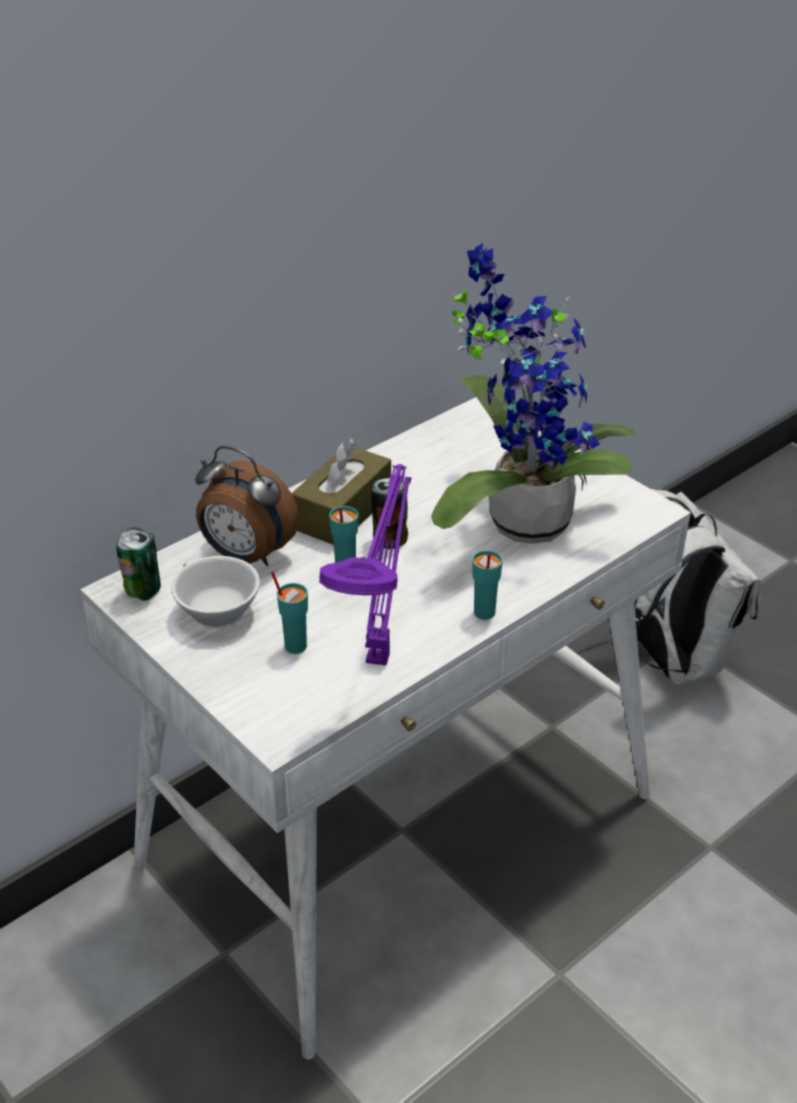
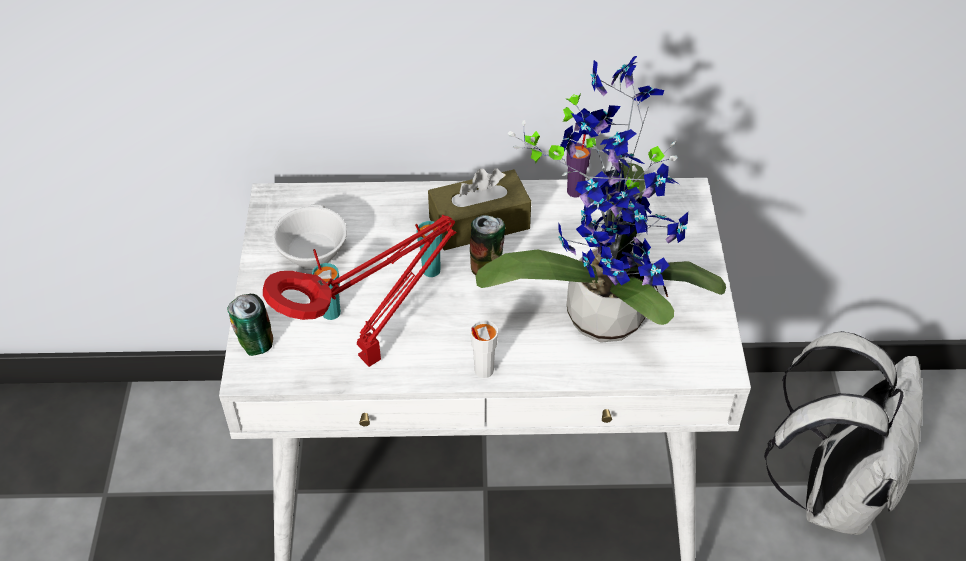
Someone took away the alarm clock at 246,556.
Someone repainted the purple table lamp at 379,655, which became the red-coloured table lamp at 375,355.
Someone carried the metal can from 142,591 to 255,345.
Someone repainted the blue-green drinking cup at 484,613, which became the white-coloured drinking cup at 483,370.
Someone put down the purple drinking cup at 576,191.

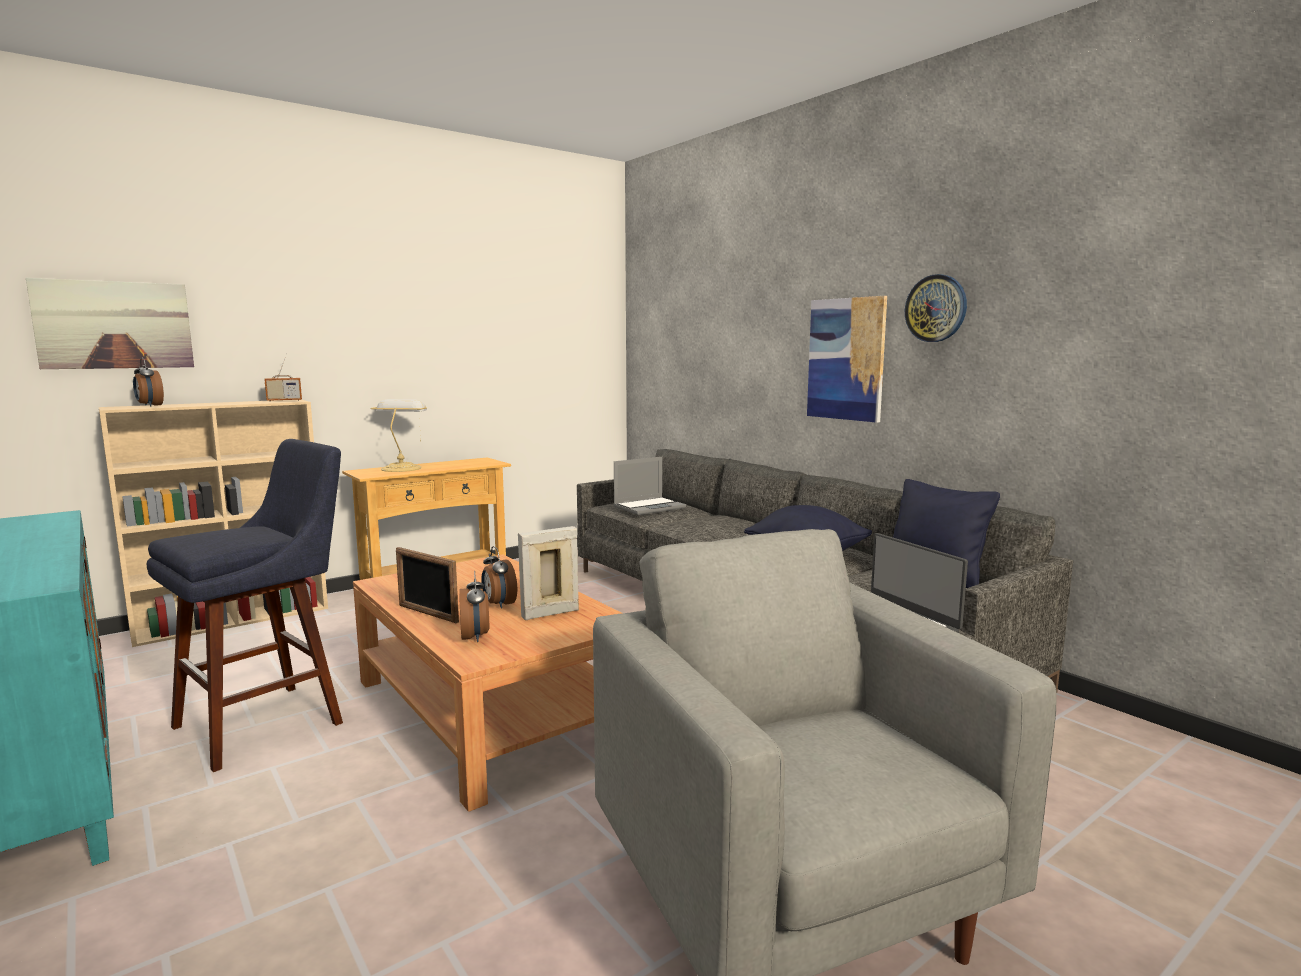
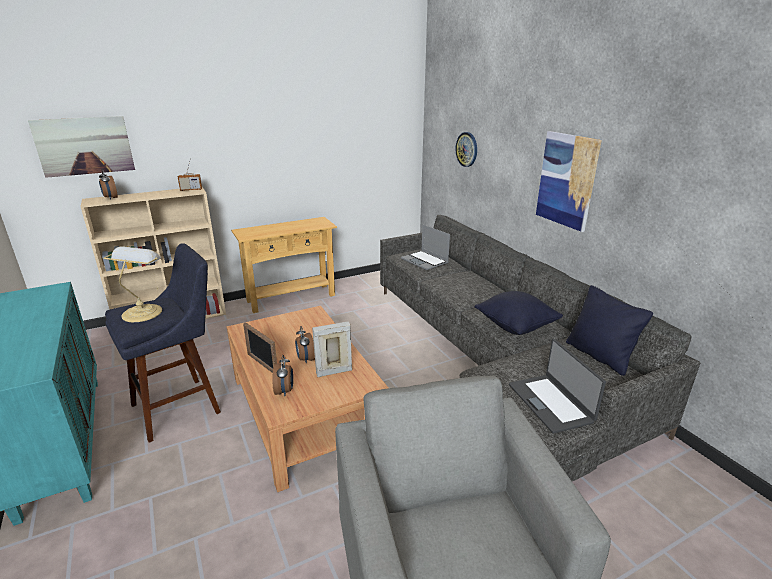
Someone carried the wall clock from 936,308 to 467,149.
Someone carried the table lamp from 402,468 to 143,312.
Someone rotated the notebook computer at 649,507 by 75 degrees clockwise.

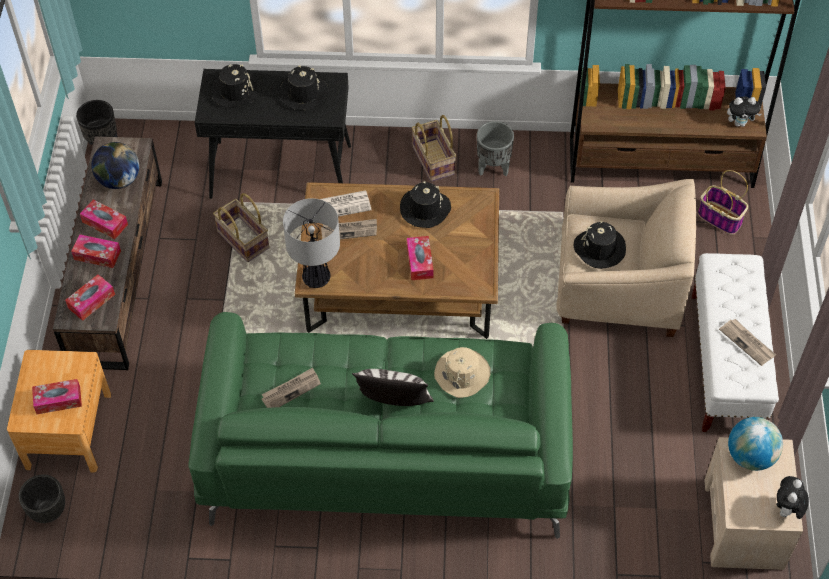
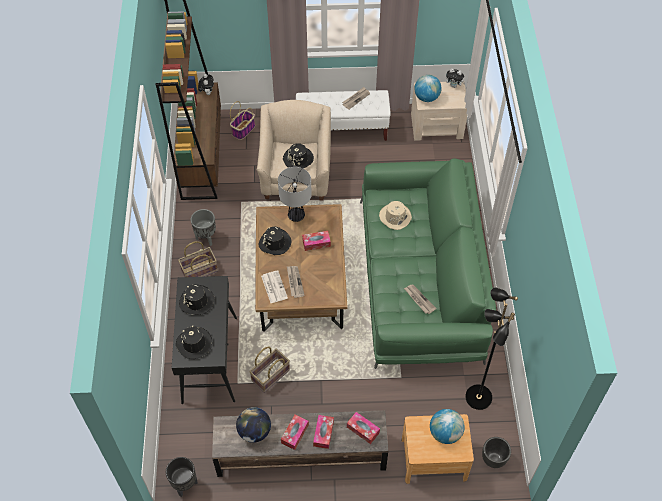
Someone carried the table lamp from 317,278 to 296,216.
Someone took away the throw pillow at 394,403.
Someone swapped the box of tissues at 58,400 for the world globe at 445,433.
Someone put down the black standard lamp at 477,397.

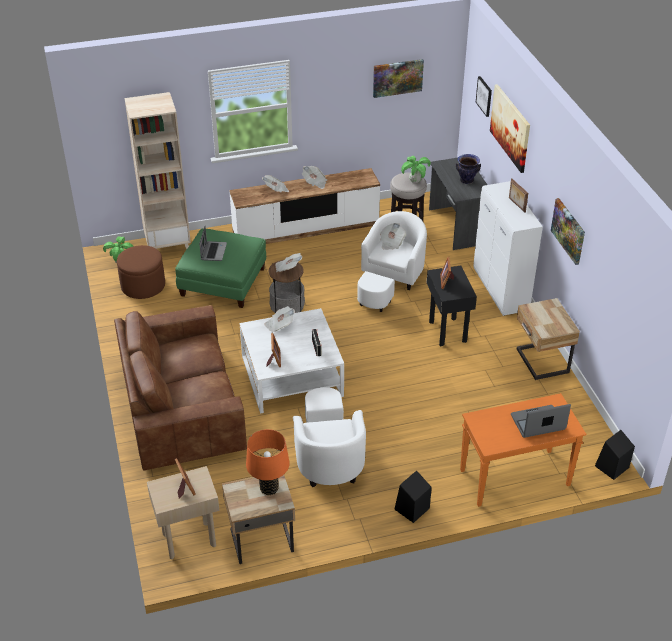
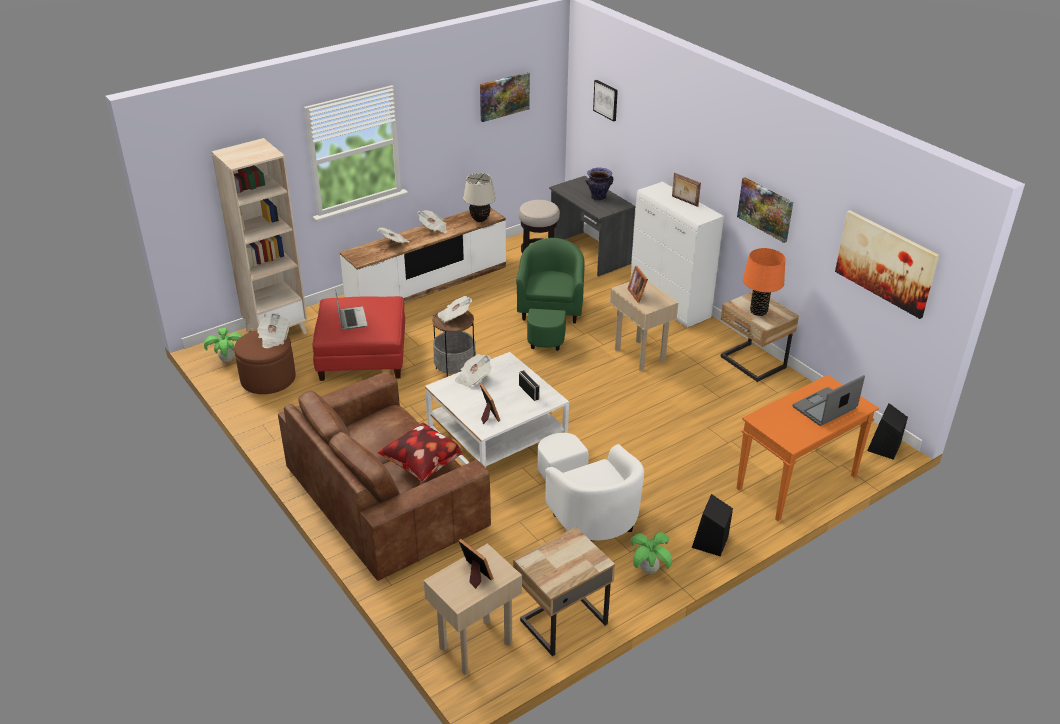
Someone carried the wall art from 510,127 to 885,263.
Someone carried the potted plant from 415,181 to 649,570.
Someone repainted the white-coloured armchair at 390,280, which became the green-coloured armchair at 549,317.
Someone carried the printed paper from 391,243 to 273,338.
Someone repainted the green-coloured pouffe at 223,281, which became the red-coloured pouffe at 362,356.
Someone repainted the black accent table at 447,331, which became the sand-coloured accent table at 639,355.
Someone carried the orange-coloured table lamp from 269,489 to 758,311.
Someone put down the sand-coloured table lamp at 480,220.
Someone put down the throw pillow at 422,467.

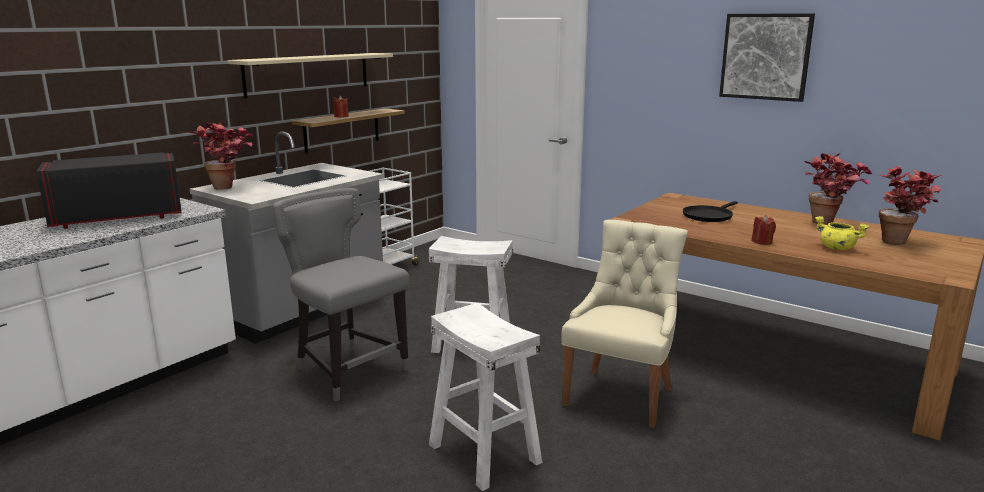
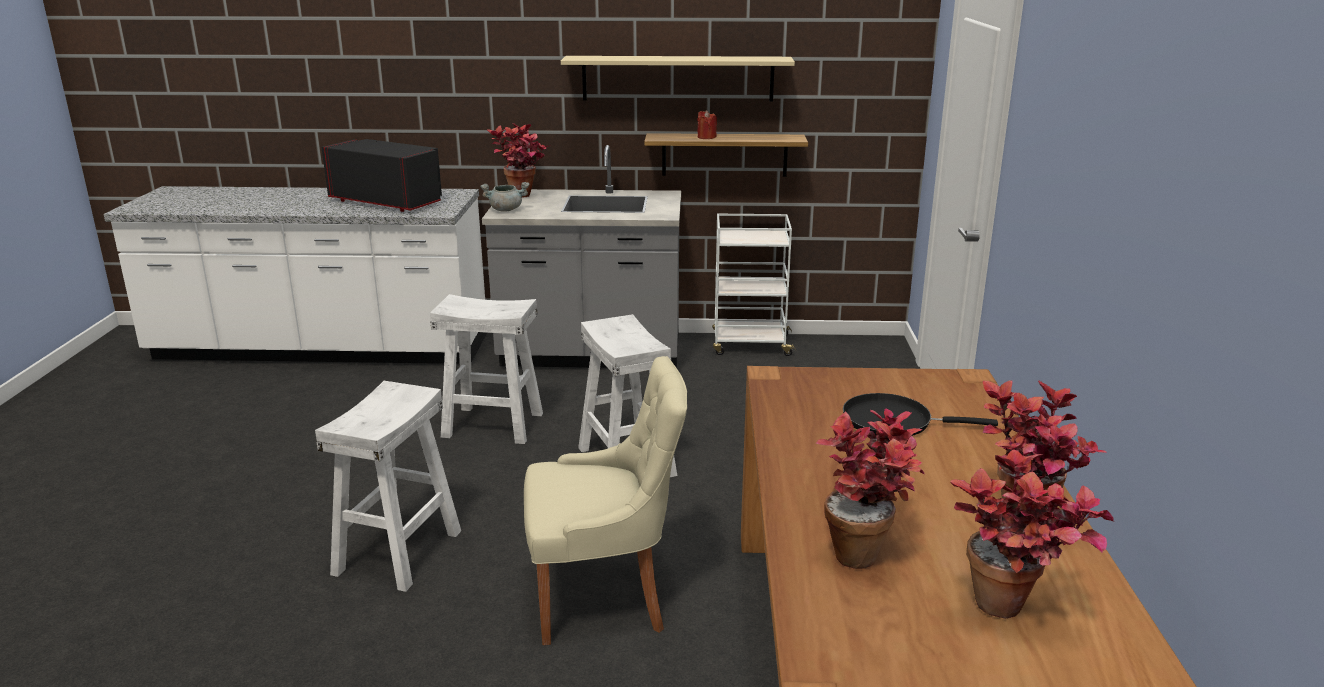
Someone took away the wall art at 765,56.
Someone swapped the greyish chair at 348,370 for the white-coloured stool seat at 493,424.
Someone took away the red-coloured wax candle at 762,242.
Someone swapped the yellow-coloured stockpot at 836,248 for the potted plant at 865,551.
Someone put down the greyish stockpot at 506,210.

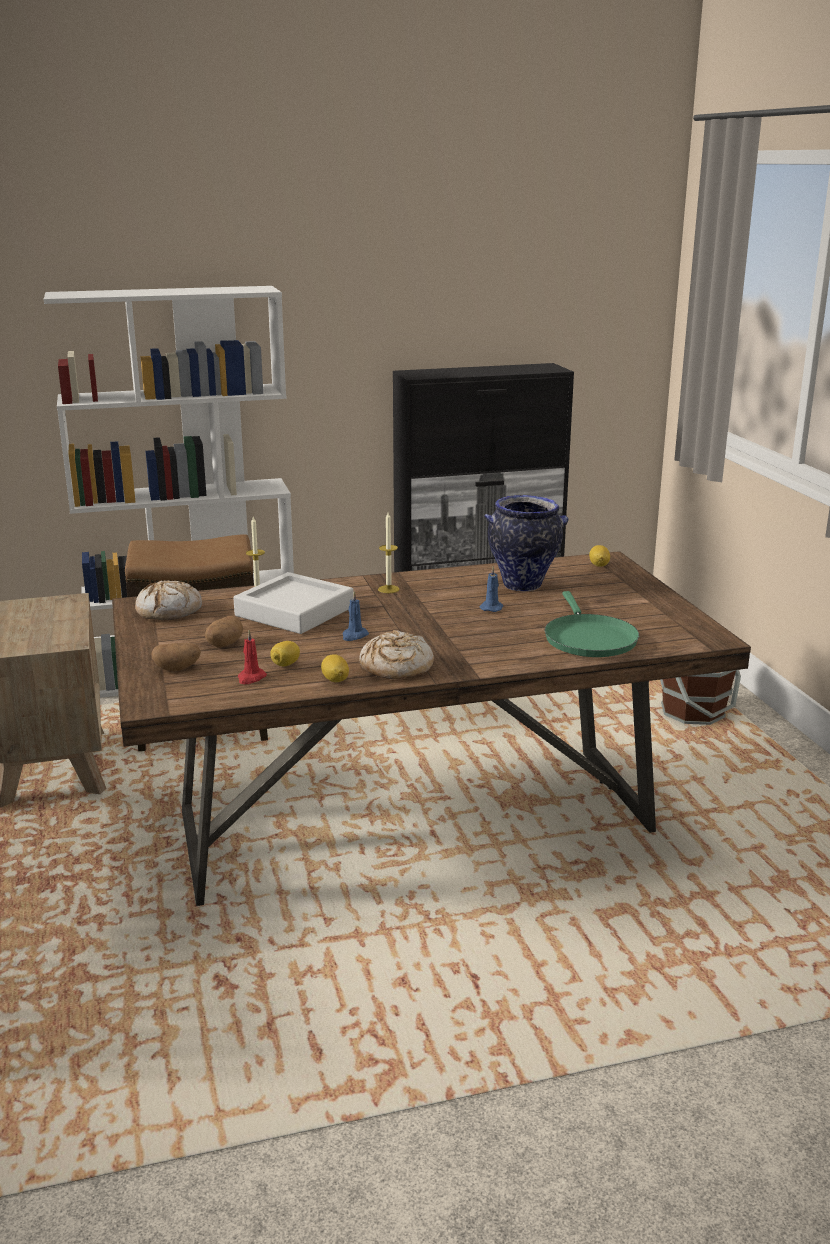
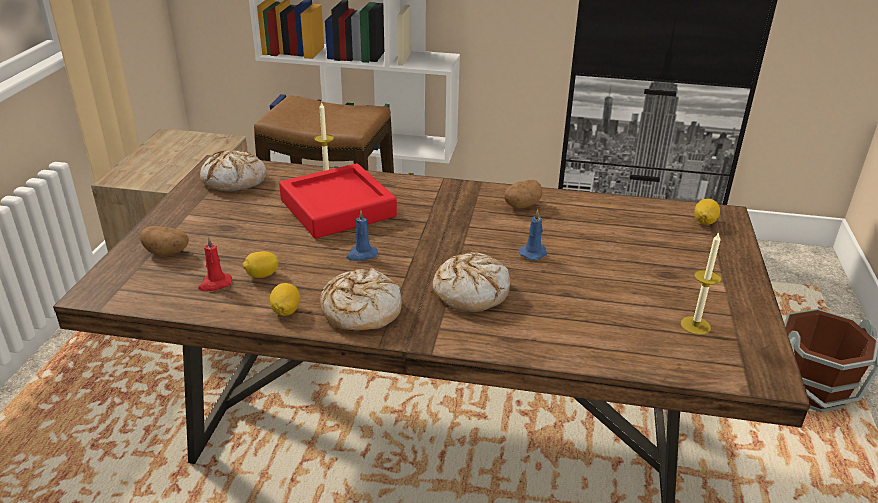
Someone took away the vase at 523,585.
Someone carried the wax candle from 388,589 to 695,325.
Someone repainted the greyish tray at 294,611, which became the red-coloured tray at 338,208.
Someone took away the green-coloured pan at 588,638.
Someone carried the whole potato from 224,645 to 521,206.
Someone put down the bakery bread at 471,291.

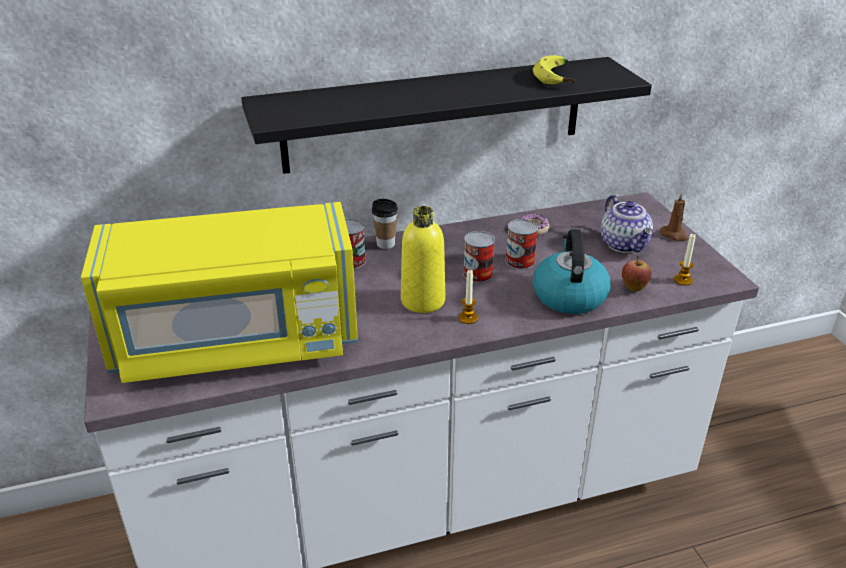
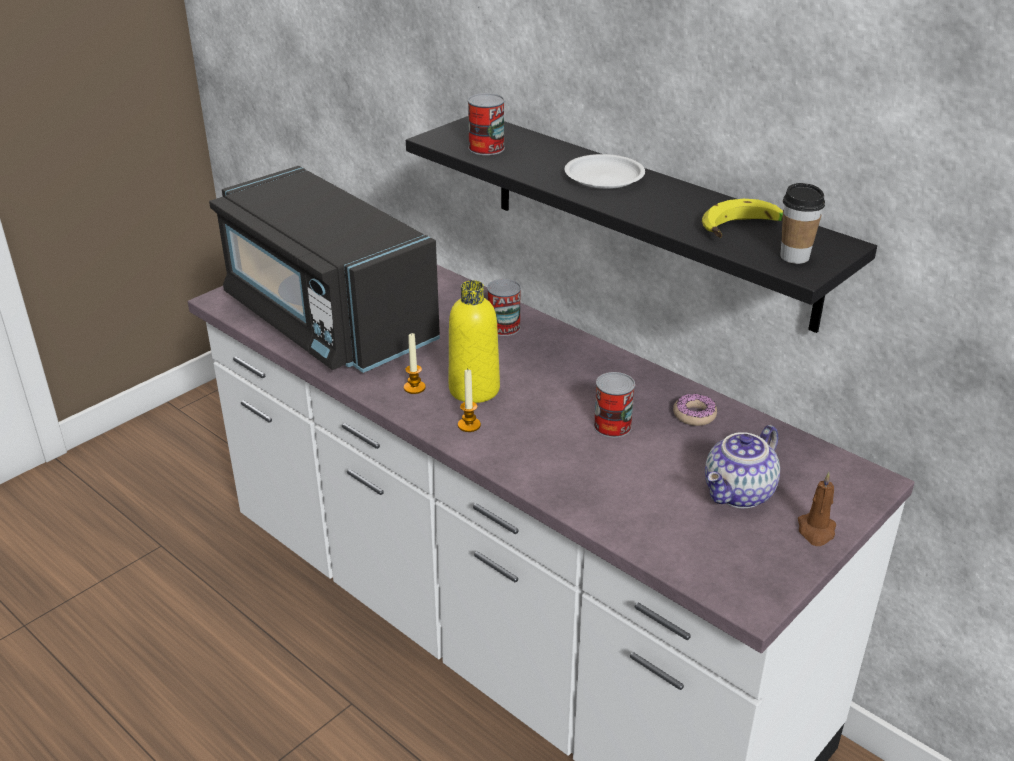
Someone carried the drinking cup from 385,244 to 794,257.
Someone repainted the yellow-coloured microwave at 236,341, which became the black microwave at 327,319.
Someone took away the tea kettle at 568,295.
Someone carried the metal can from 478,274 to 486,148.
Someone carried the wax candle from 683,280 to 414,388.
Someone took away the apple at 633,288.
Someone put down the white-coloured dinner plate at 603,177.

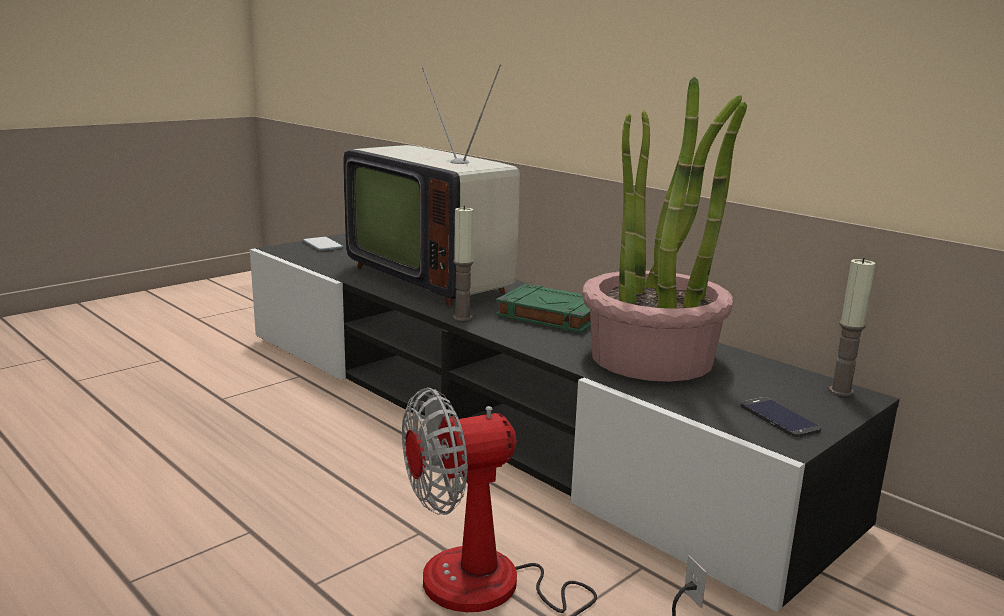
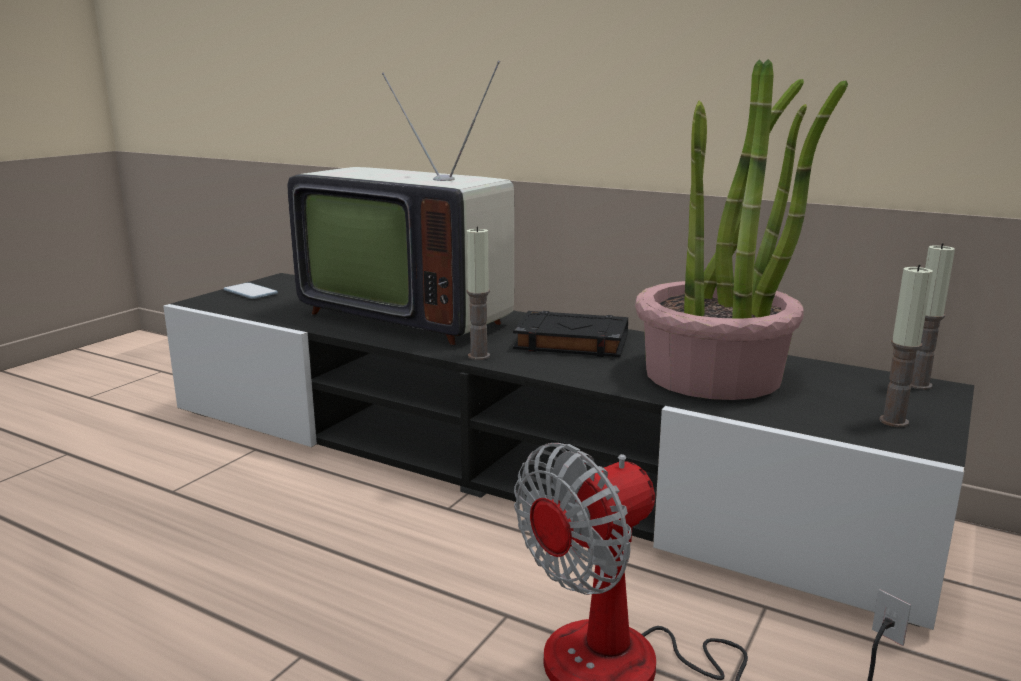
Someone repainted the green-coloured volume at 550,315, which became the black volume at 570,342.
Someone swapped the telephone at 779,418 for the wax candle at 893,421.

